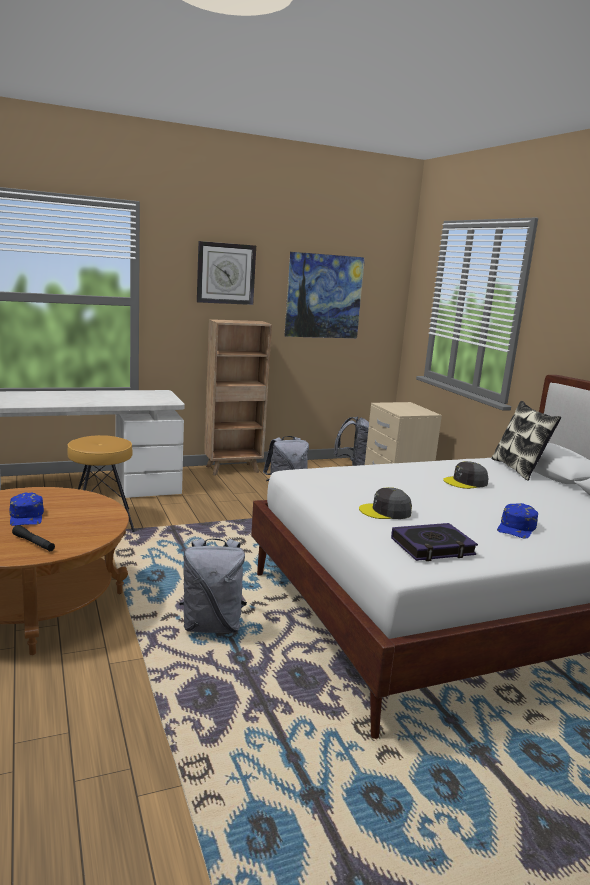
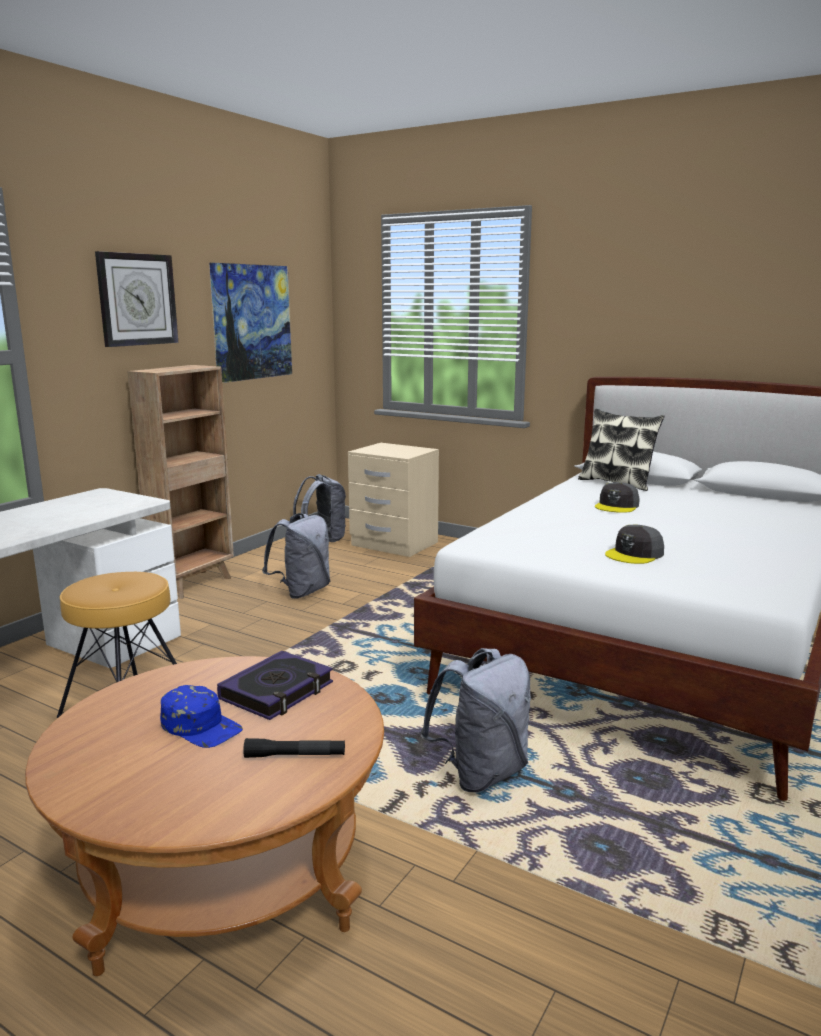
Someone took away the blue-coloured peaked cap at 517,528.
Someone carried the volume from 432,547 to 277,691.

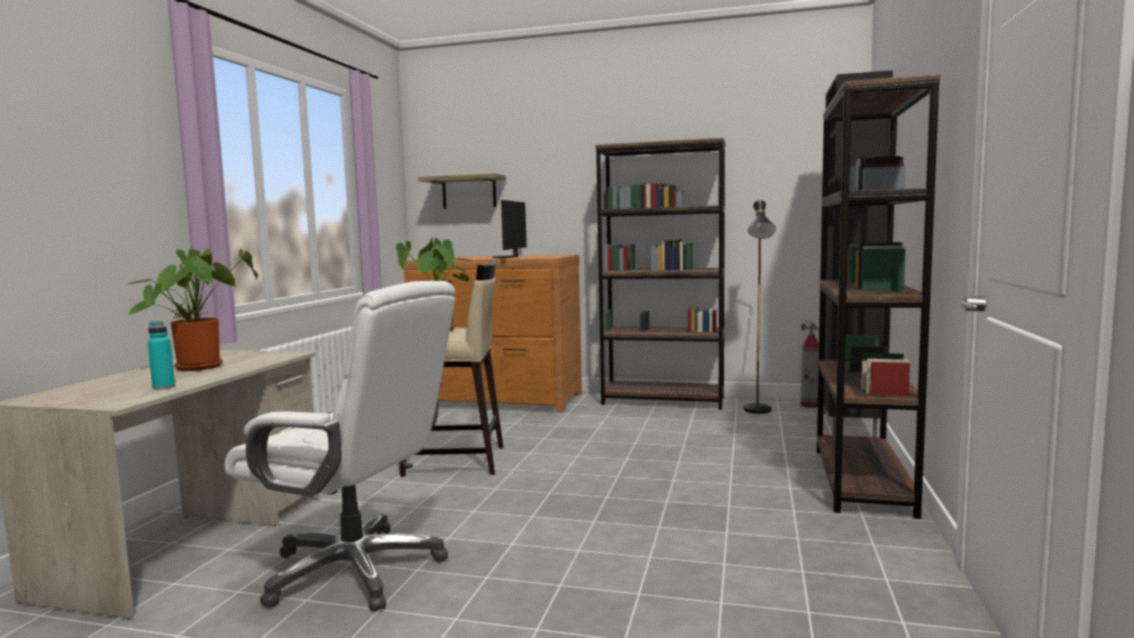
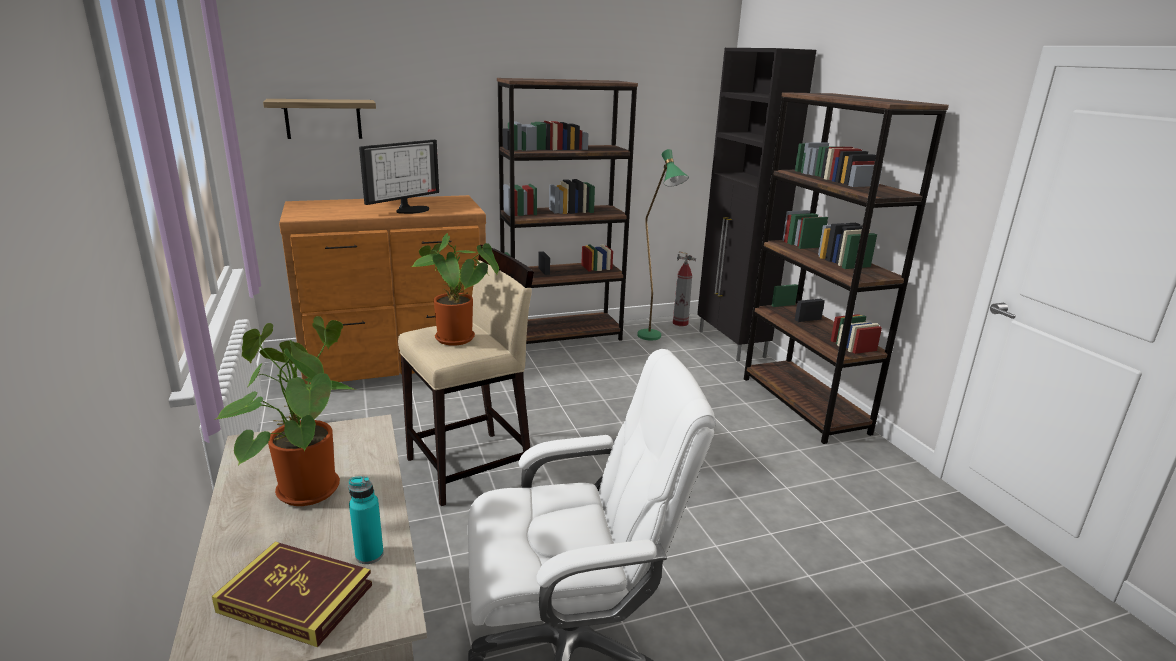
Someone rotated the monitor at 507,257 by 120 degrees counterclockwise.
Someone repainted the black standard lamp at 758,412, which became the green-coloured standard lamp at 654,339.
Someone put down the volume at 296,598.

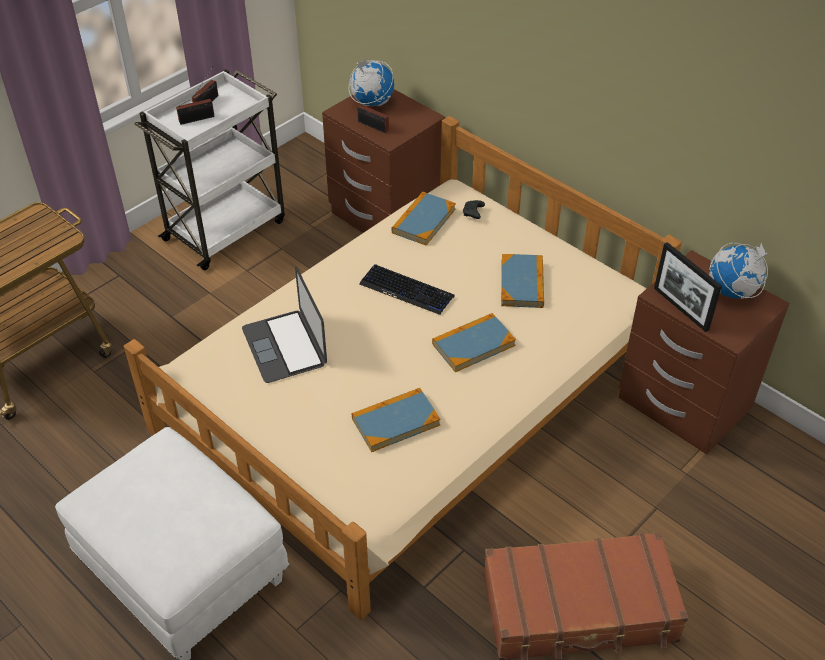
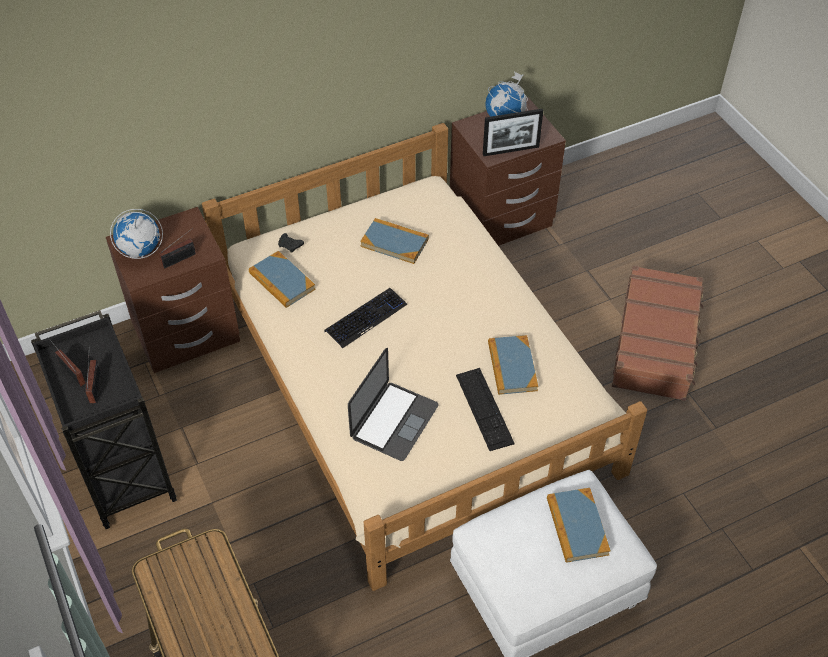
Someone repainted the white-coloured trolley at 226,229, which became the black trolley at 123,467.
Someone rotated the notebook computer at 284,346 by 60 degrees counterclockwise.
Someone carried the volume from 473,344 to 577,526.
Someone put down the keyboard at 484,409.

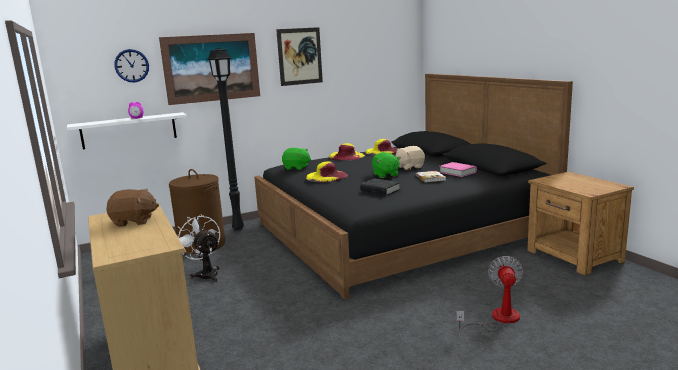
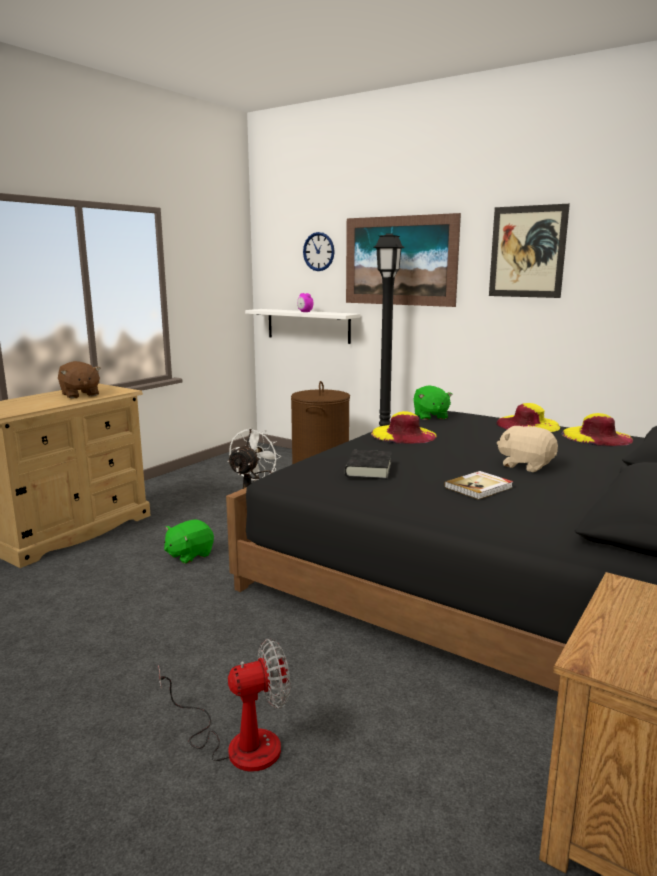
Someone carried the green-coloured soft toy from 385,175 to 189,555.
Someone took away the pink-coloured volume at 457,172.

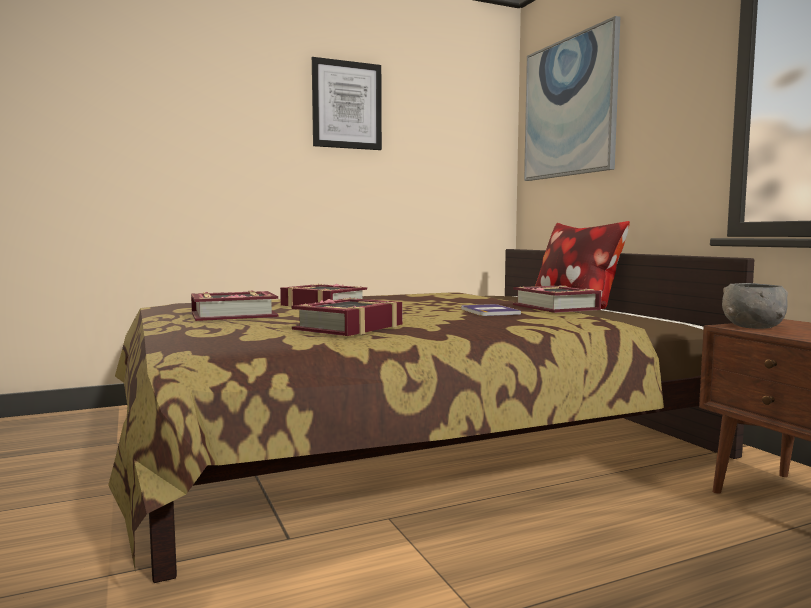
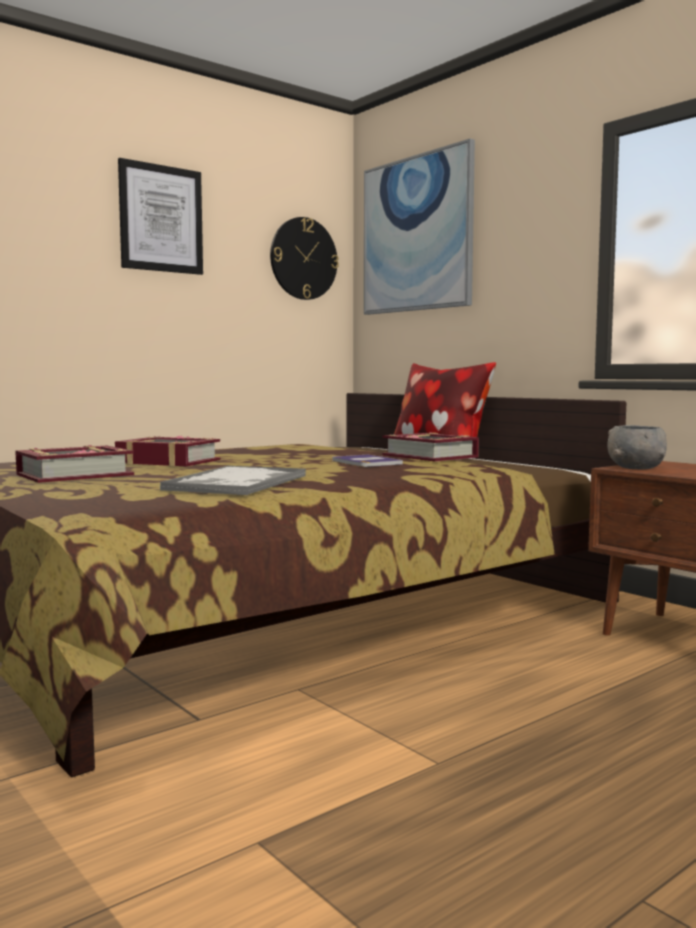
Someone swapped the volume at 349,327 for the tray at 236,483.
Someone put up the wall clock at 303,259.

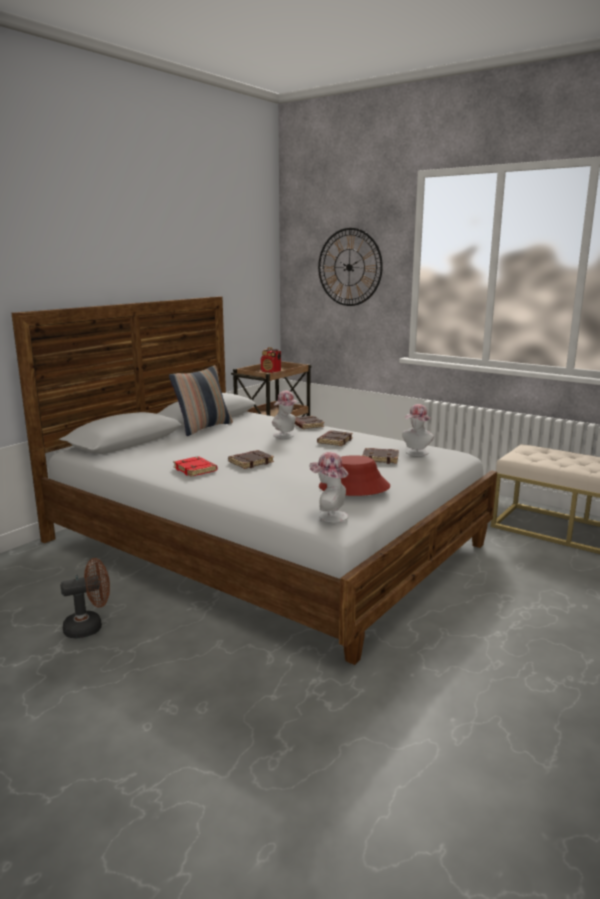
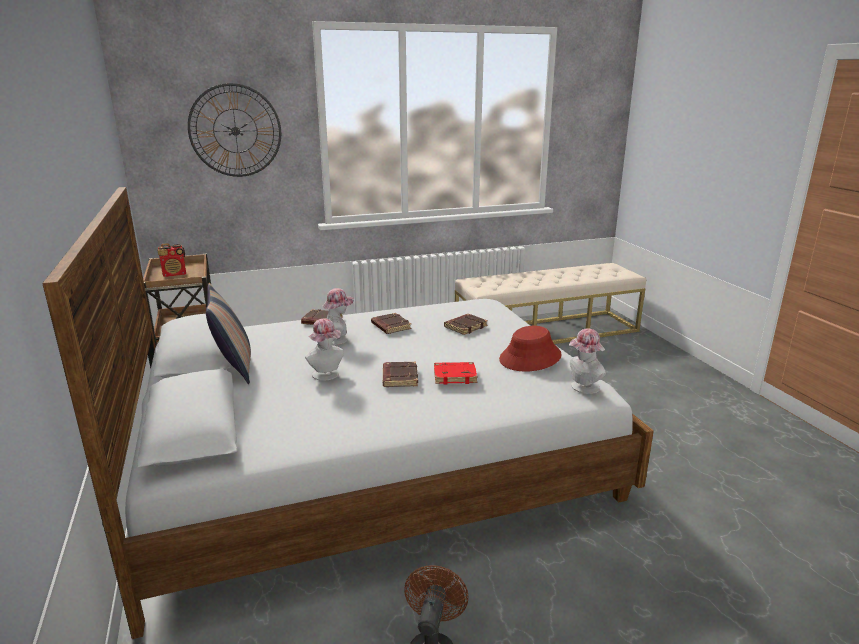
Someone carried the hat from 416,453 to 327,375.
Someone carried the red-coloured volume from 196,470 to 455,376.

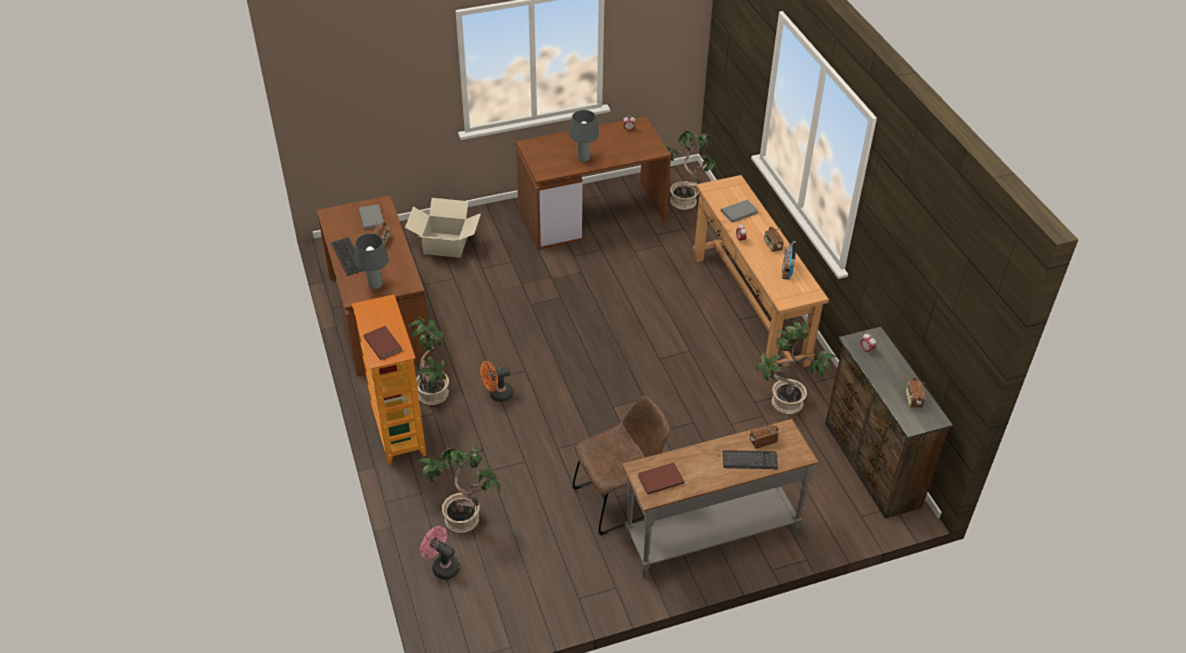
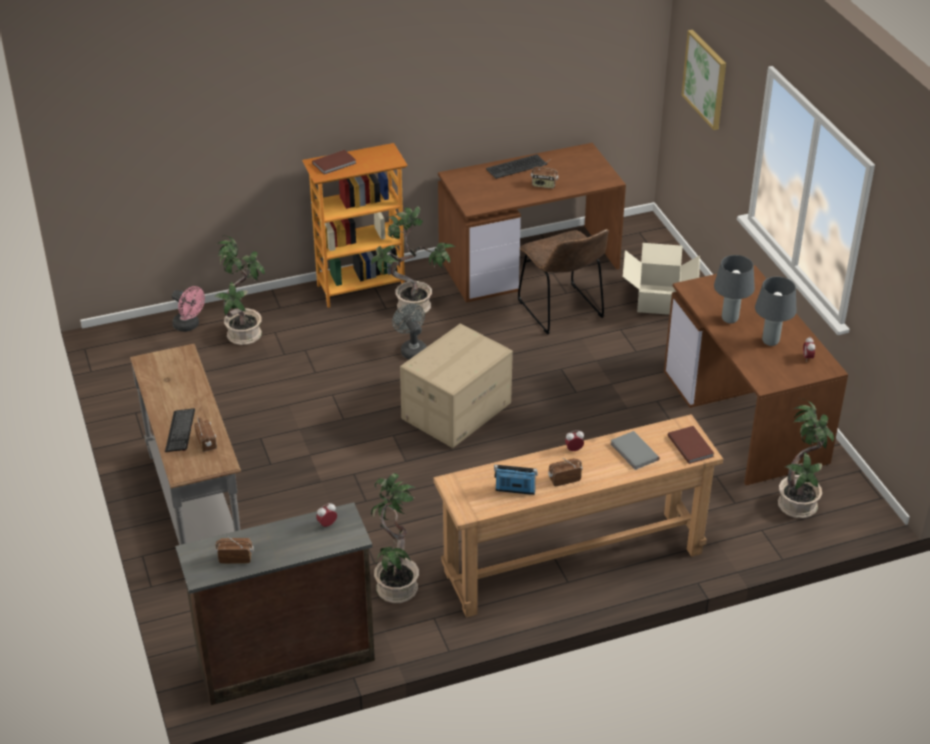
Someone took away the greyish volume at 372,218.
Someone carried the greyish table lamp from 375,286 to 770,342.
Someone repainted the orange-coloured fan at 497,395, which became the greyish fan at 412,349.
Someone carried the brownish chair from 619,499 to 562,312.
Someone carried the brownish volume from 659,479 to 691,446.
Someone rotated the pink-coloured fan at 442,566 by 90 degrees clockwise.
Someone put up the wall art at 705,79.
Someone put down the cardboard box at 456,410.

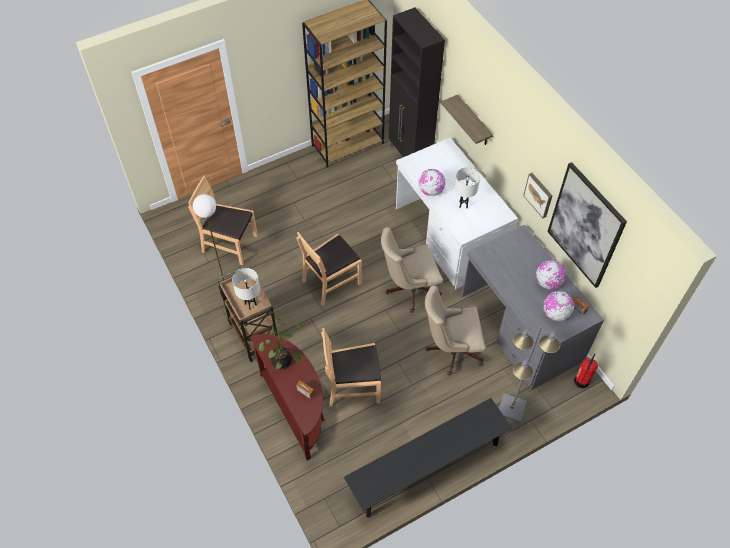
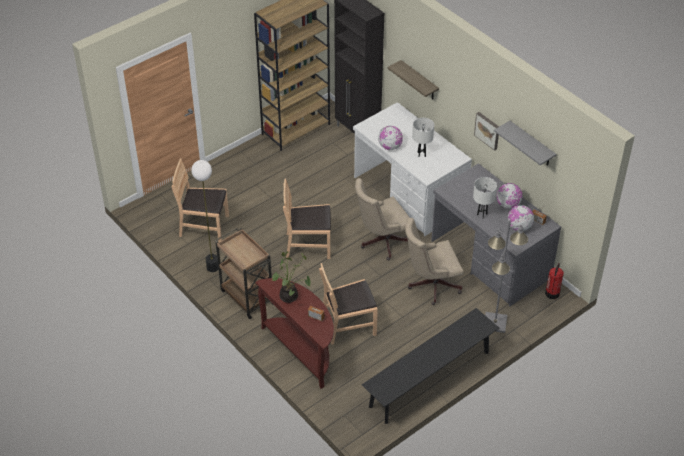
Someone swapped the wall art at 585,226 for the greyish bracket shelf at 531,144.
Someone rotated the brownish chair at 331,281 by 45 degrees clockwise.
Someone carried the white-coloured table lamp from 250,304 to 482,214.

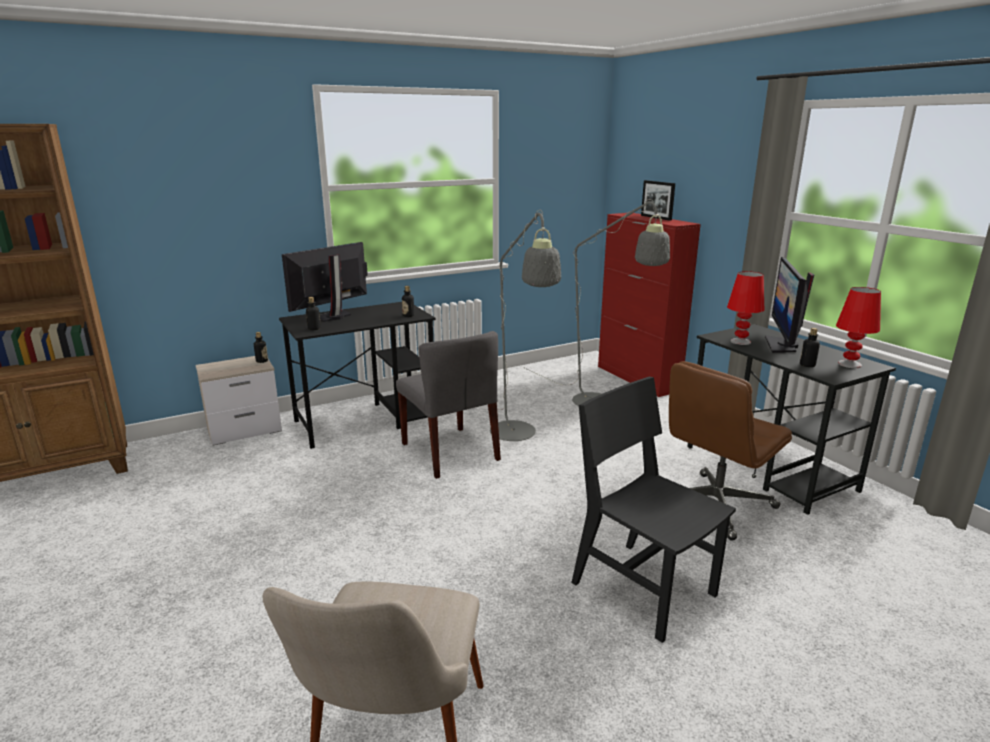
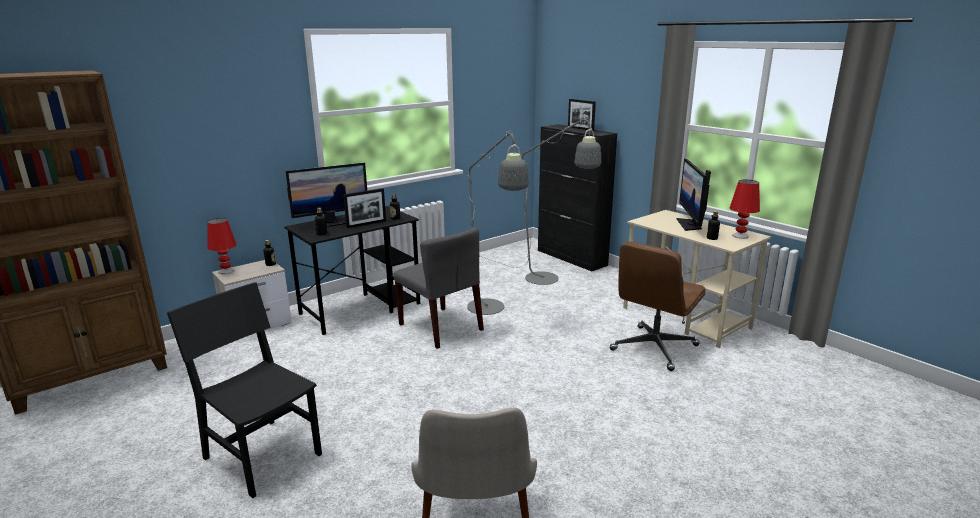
Someone repainted the red-coloured cupboard at 638,378, which became the black cupboard at 572,258.
Someone rotated the monitor at 332,317 by 150 degrees counterclockwise.
Someone carried the red-coloured table lamp from 740,342 to 226,271.
Someone repainted the black desk table at 769,468, which became the sand-coloured desk table at 686,318.
Someone carried the black chair from 643,588 to 263,456.
Someone put down the photo frame at 366,224.

